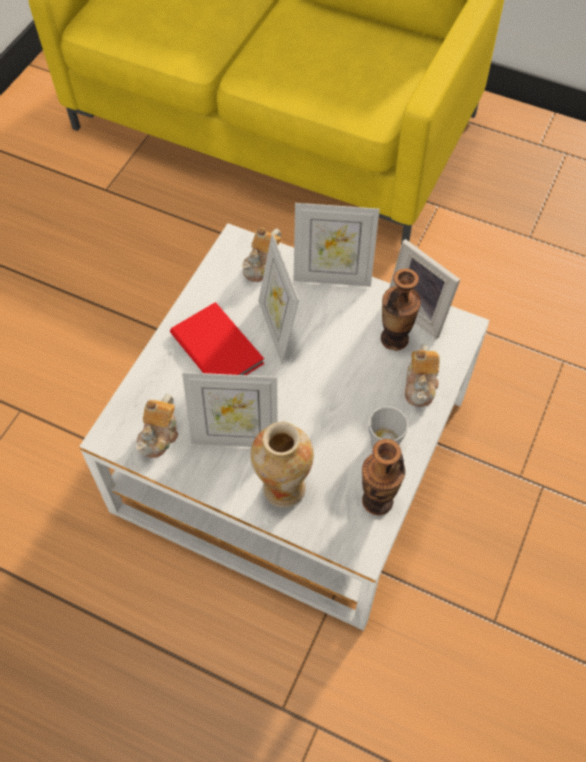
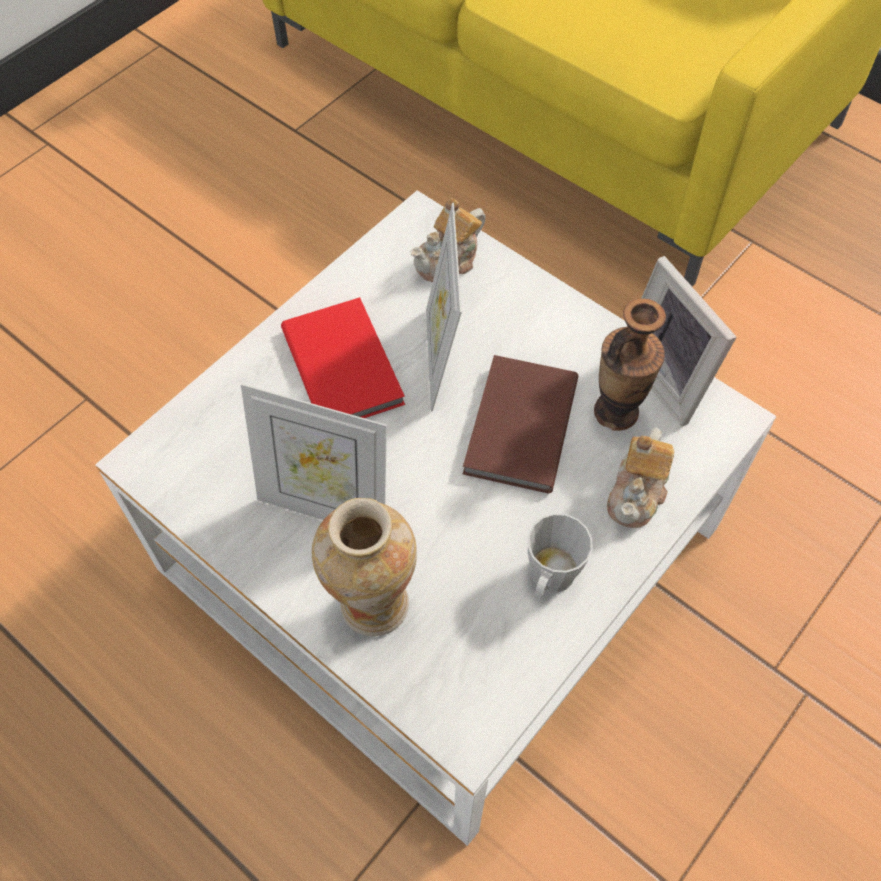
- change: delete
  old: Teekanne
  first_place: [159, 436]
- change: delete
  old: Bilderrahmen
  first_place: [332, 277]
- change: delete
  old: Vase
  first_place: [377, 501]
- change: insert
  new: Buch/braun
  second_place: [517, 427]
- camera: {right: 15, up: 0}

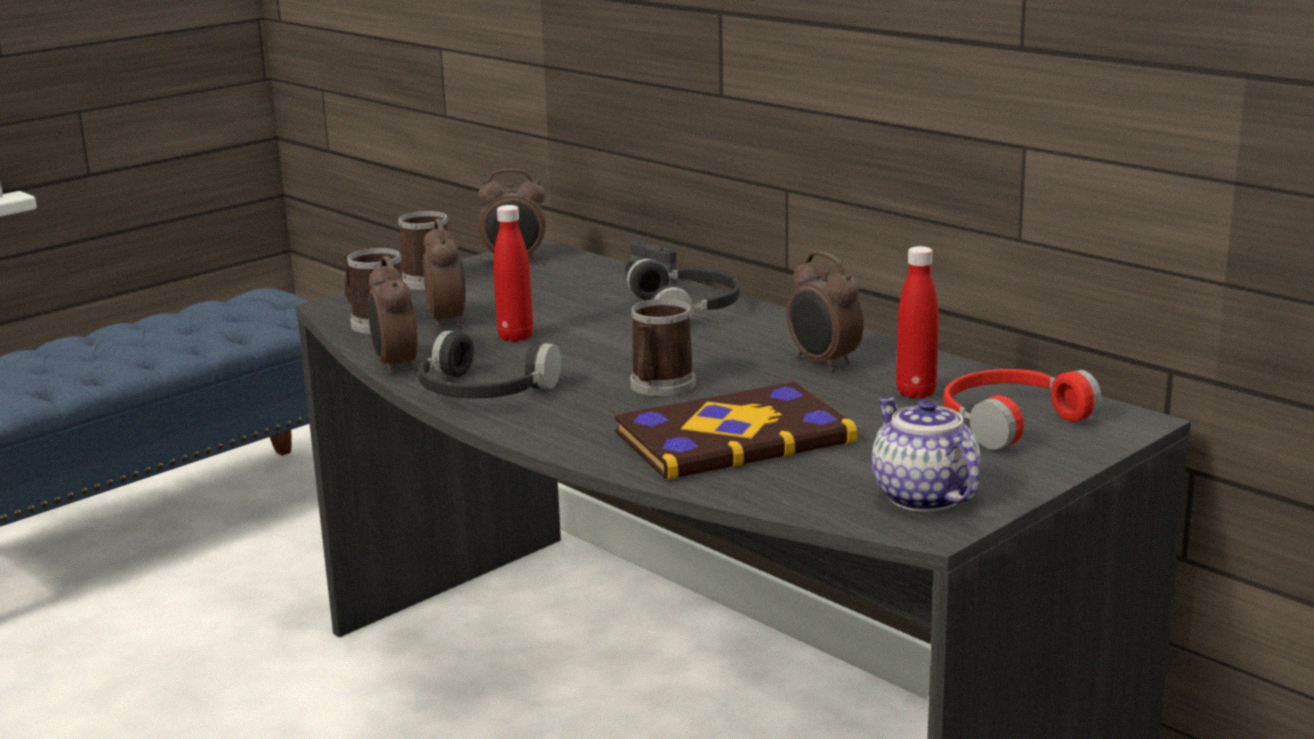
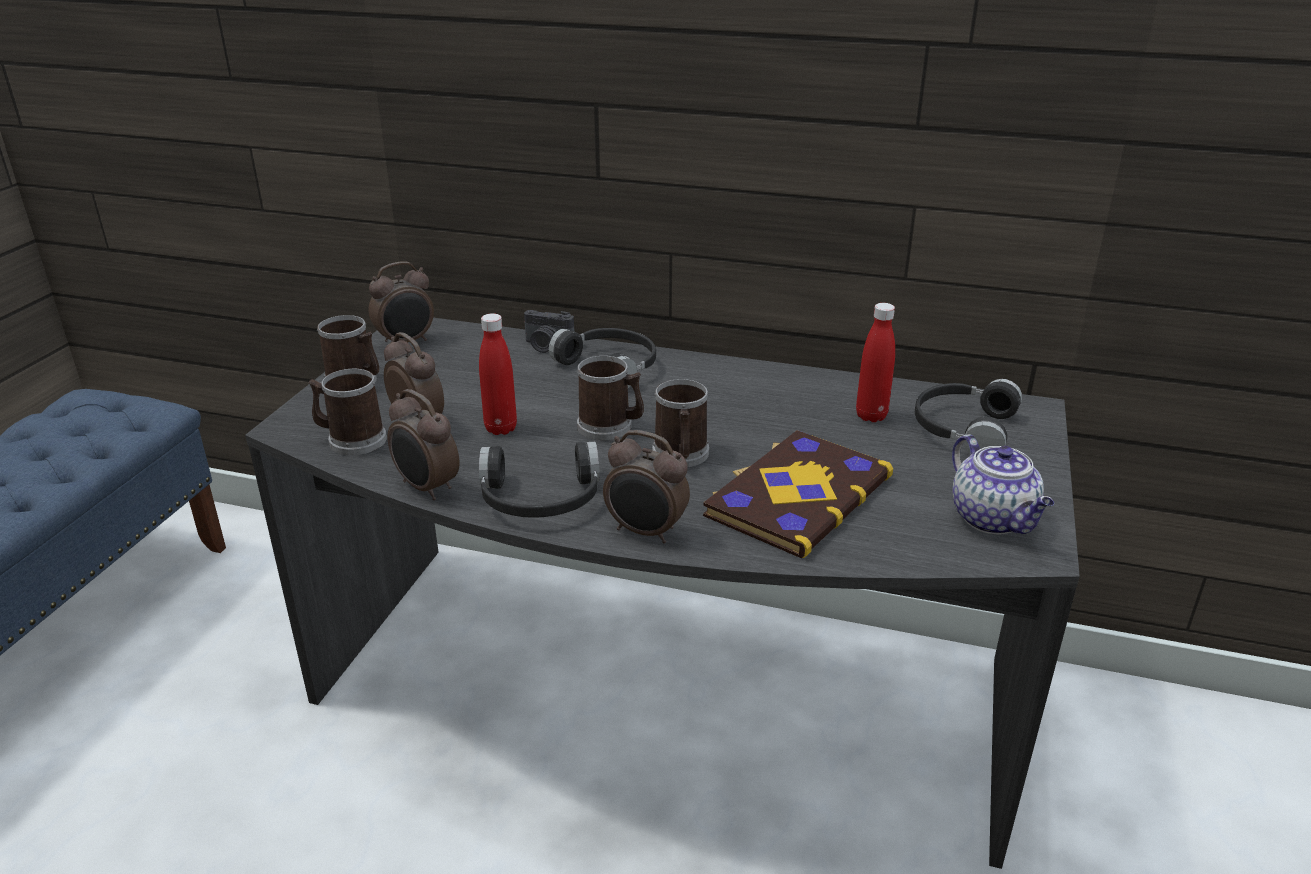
- change: move
  old: Wecker
  first_place: [822, 363]
  second_place: [646, 532]
- change: rotate
  old: Teekanne
  first_place: [921, 496]
  second_place: [994, 519]
  degrees: -150
- change: recolor
  old: Kopfhörer/rot
  new: Kopfhörer/schwarz
  first_place: [1008, 421]
  second_place: [961, 428]
- change: insert
  new: Henkelbecher
  second_place: [610, 427]
- camera: {right: -30, up: 10}

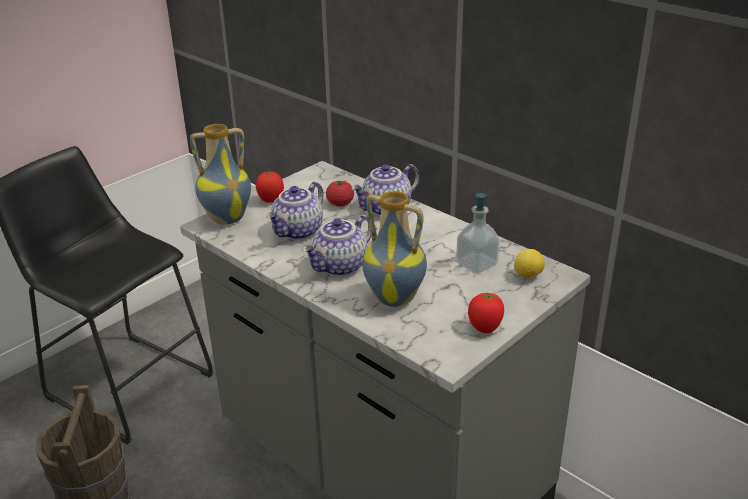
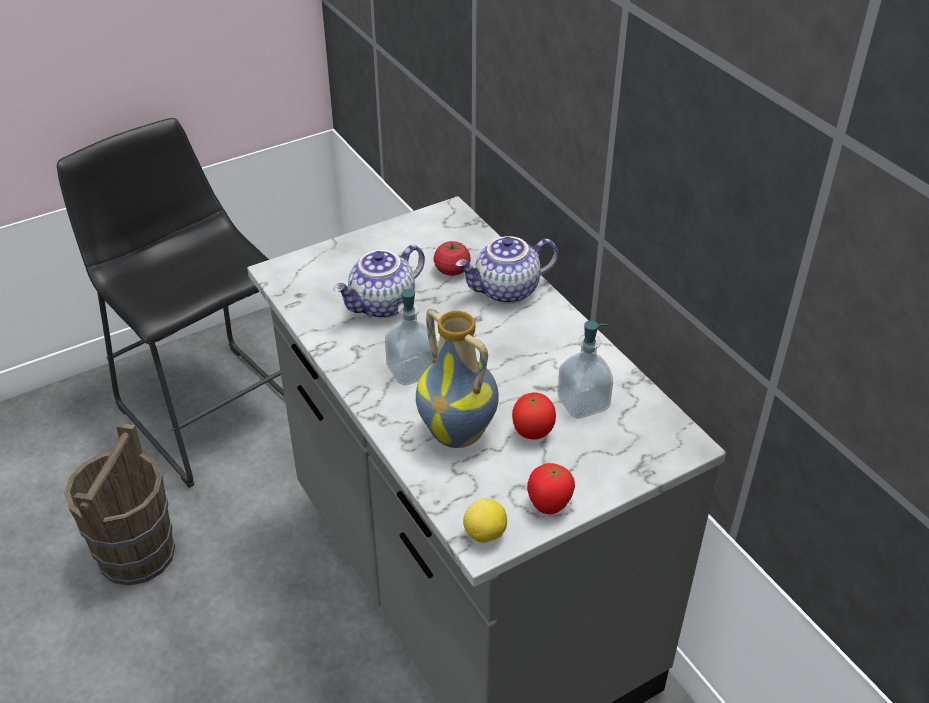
- change: delete
  old: Vase
  first_place: [227, 218]
- change: move
  old: Tomate
  first_place: [270, 201]
  second_place: [532, 433]
- change: replace
  old: Teekanne
  new: Seifenspender
  first_place: [340, 267]
  second_place: [411, 371]
- change: move
  old: Zitrone
  first_place: [528, 276]
  second_place: [485, 534]
- camera: {right: 15, up: 10}

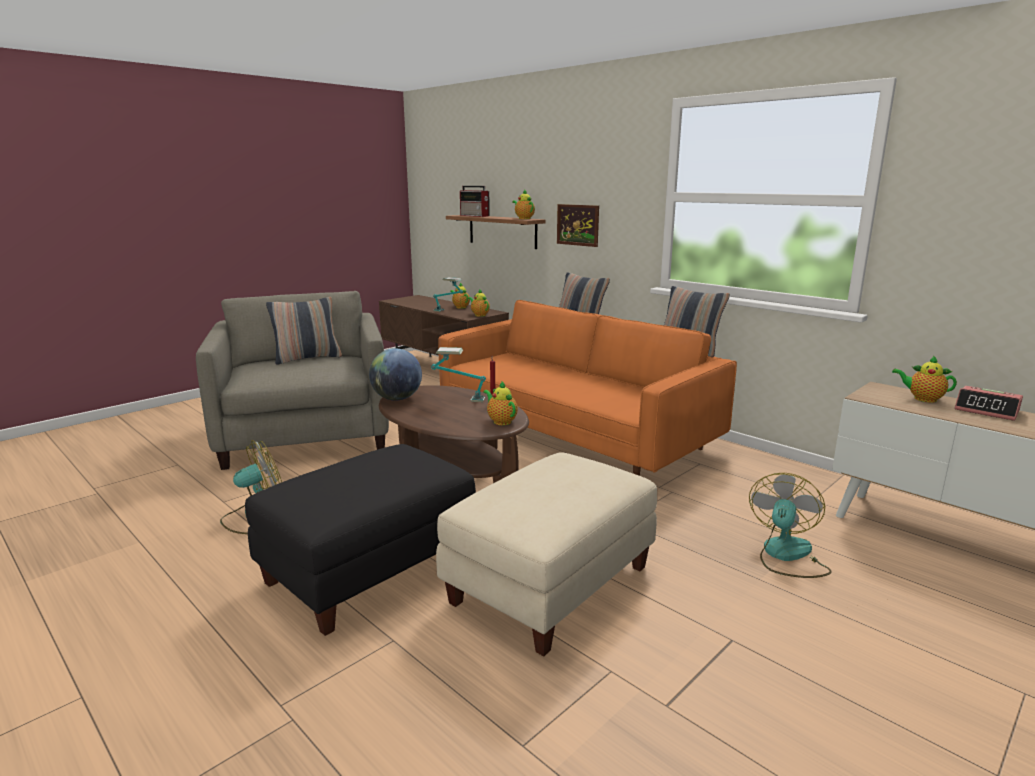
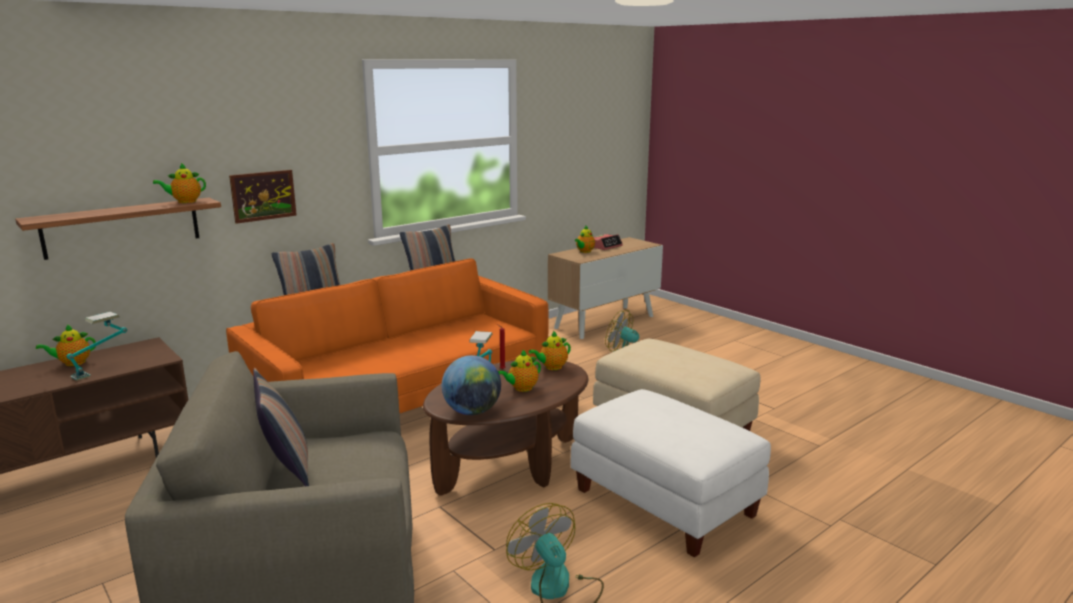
- change: recolor
  old: Polsterhocker/schwarz
  new: Polsterhocker/weiß
  first_place: [370, 571]
  second_place: [666, 502]
- change: delete
  old: Radio
  first_place: [475, 216]
- change: move
  old: Teekanne
  first_place: [479, 315]
  second_place: [521, 388]
- camera: {right: -85, up: 0}

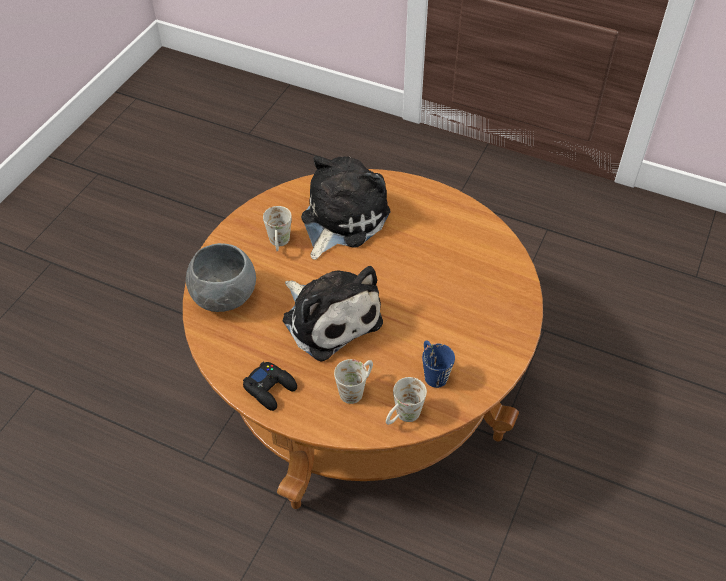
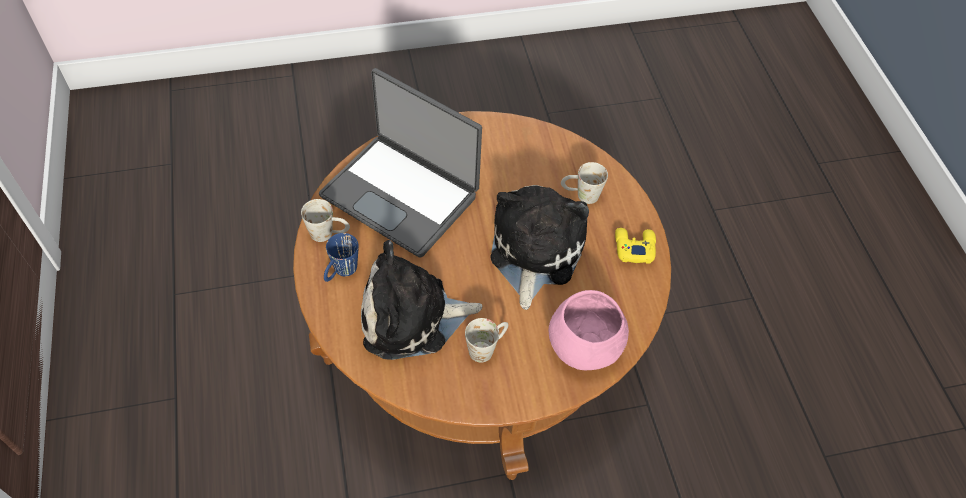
- change: recolor
  old: Schüssel/grau
  new: Schüssel/rosa
  first_place: [223, 296]
  second_place: [585, 347]
- change: recolor
  old: Gamepad/schwarz
  new: Gamepad/gelb
  first_place: [270, 388]
  second_place: [634, 247]
- change: move
  old: Henkelbecher/weiß
  first_place: [402, 417]
  second_place: [328, 234]
- change: move
  old: Henkelbecher/blau
  first_place: [432, 372]
  second_place: [341, 273]
- change: insert
  new: Laptop
  second_place: [401, 194]
- camera: {right: -130, up: 5}

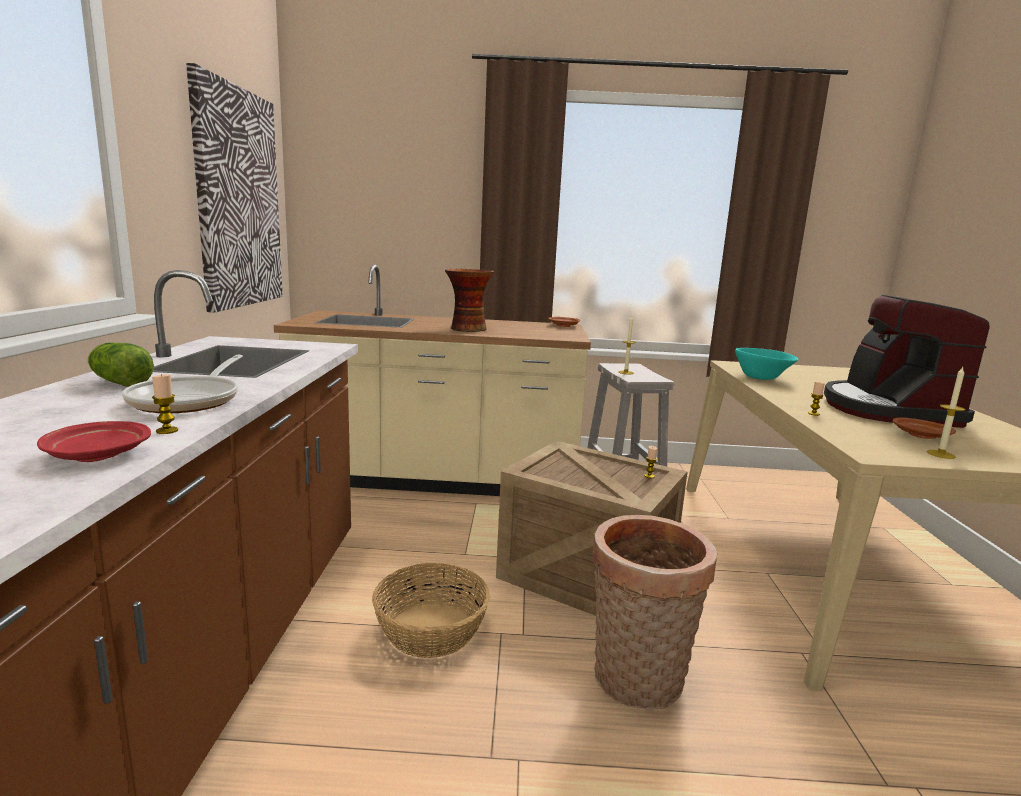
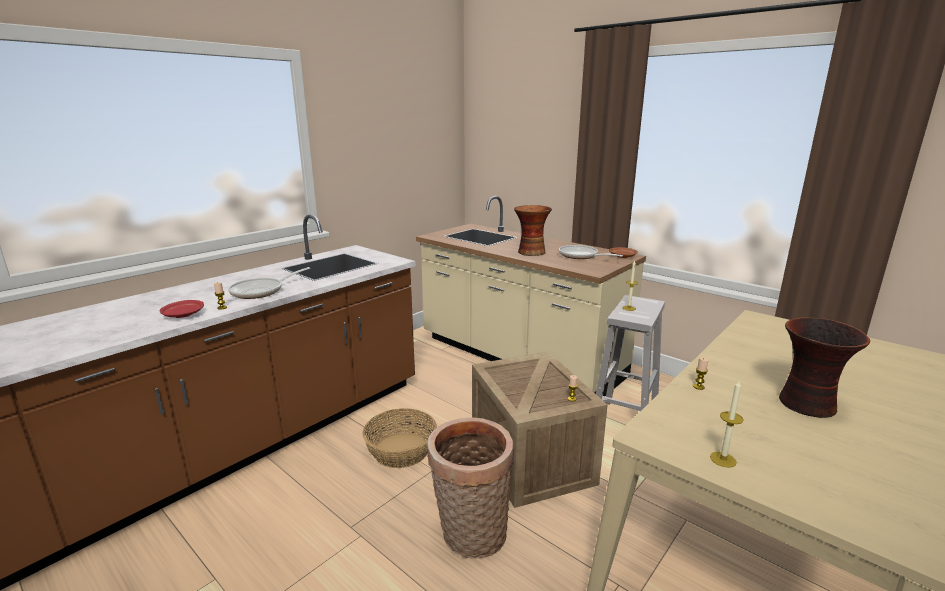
- change: delete
  old: Salatkopf
  first_place: [119, 382]
- change: delete
  old: Bild
  first_place: [238, 199]
- change: delete
  old: Schüssel/türkis
  first_place: [763, 379]
- change: replace
  old: Kaffeemaschine
  new: Vase
  first_place: [887, 409]
  second_place: [807, 405]
- change: delete
  old: Teller/braun
  first_place: [922, 436]
- change: insert
  new: Pfanne
  second_place: [581, 256]
- camera: {right: 40, up: 5}

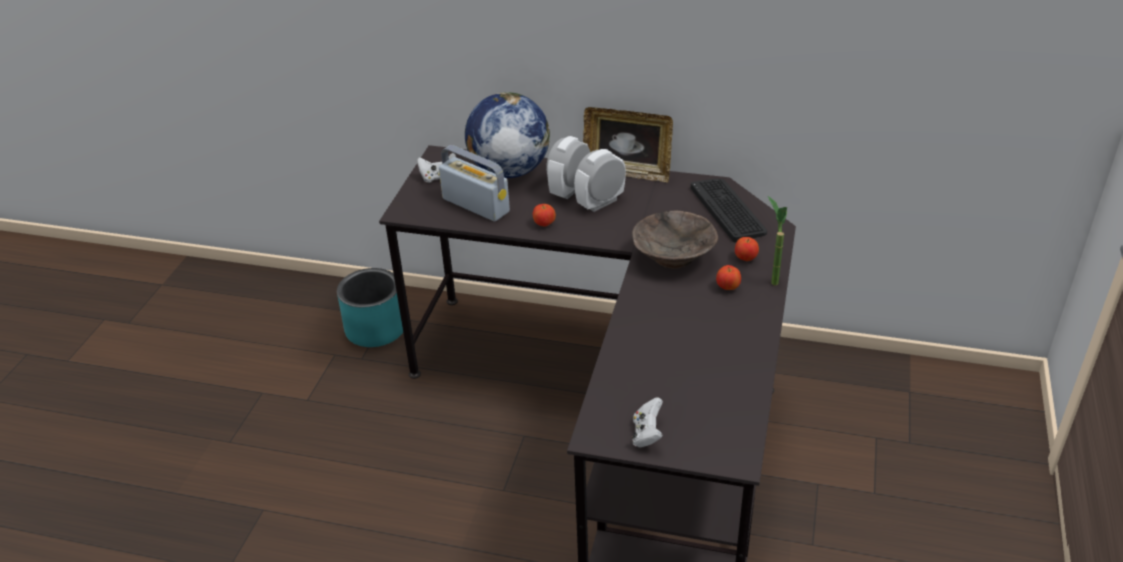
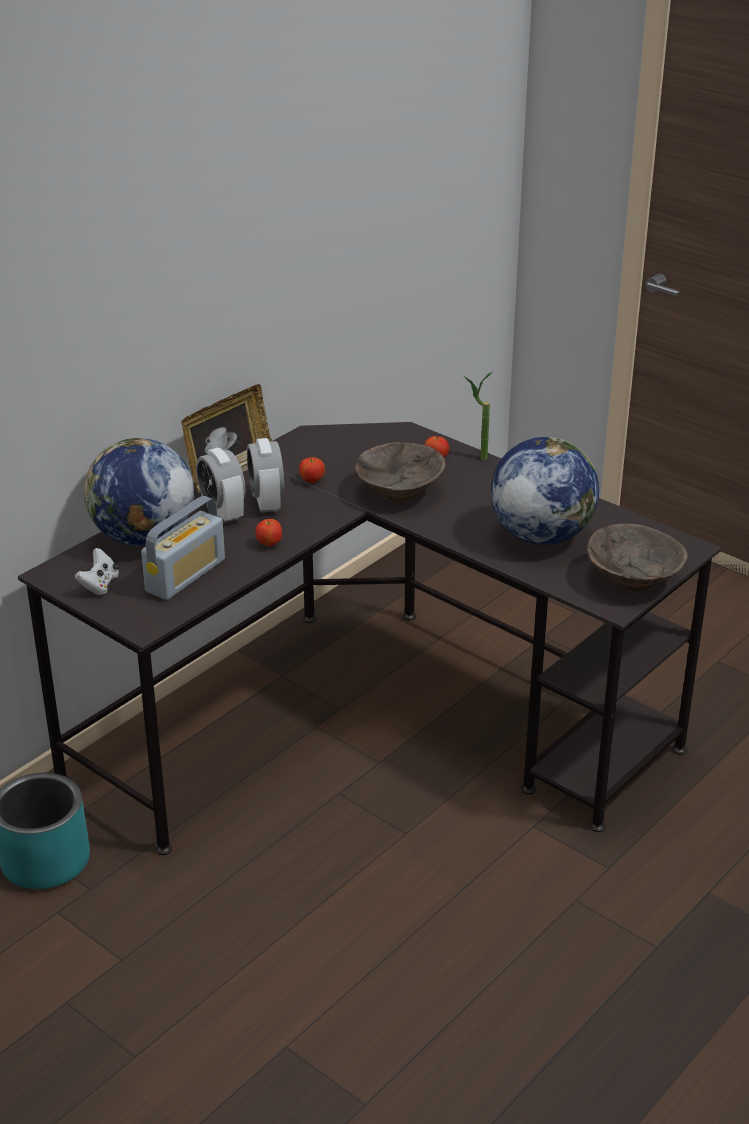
- change: rotate
  old: Radio
  first_place: [475, 205]
  second_place: [185, 575]
  degrees: 150
- change: replace
  old: Gamepad/weiß
  new: Schüssel/braun
  first_place: [647, 434]
  second_place: [632, 580]
- change: delete
  old: Tastatur
  first_place: [728, 210]
- change: move
  old: Apfel
  first_place: [728, 287]
  second_place: [312, 481]
- change: insert
  new: Globus
  second_place: [540, 535]
- camera: {right: -65, up: -5}

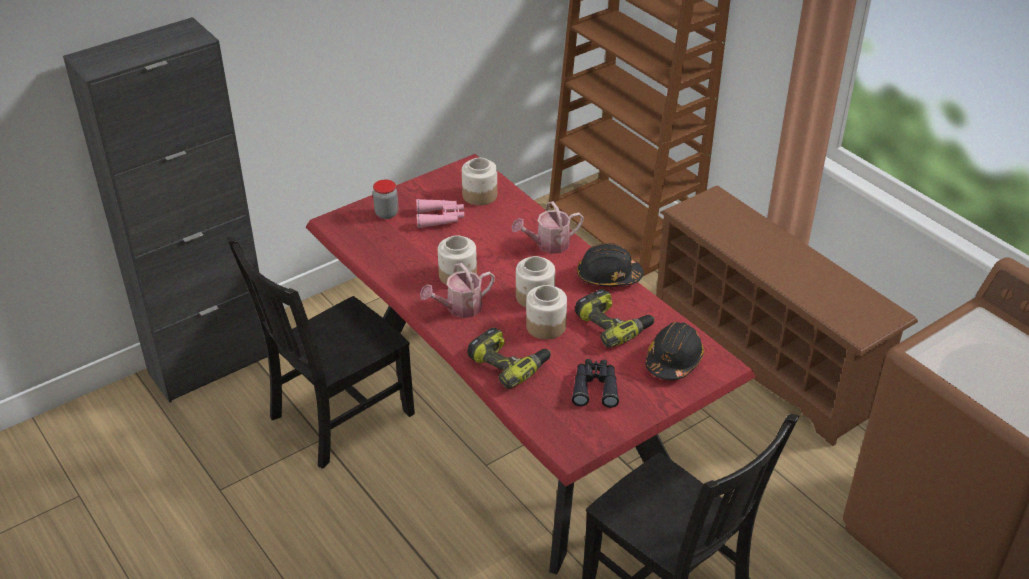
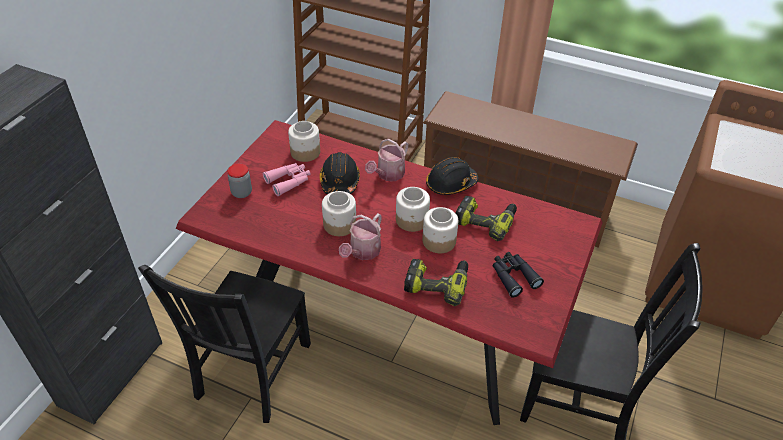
- change: move
  old: Schutzhelm/schwarz
  first_place: [673, 360]
  second_place: [339, 182]
- camera: {right: -30, up: 5}

